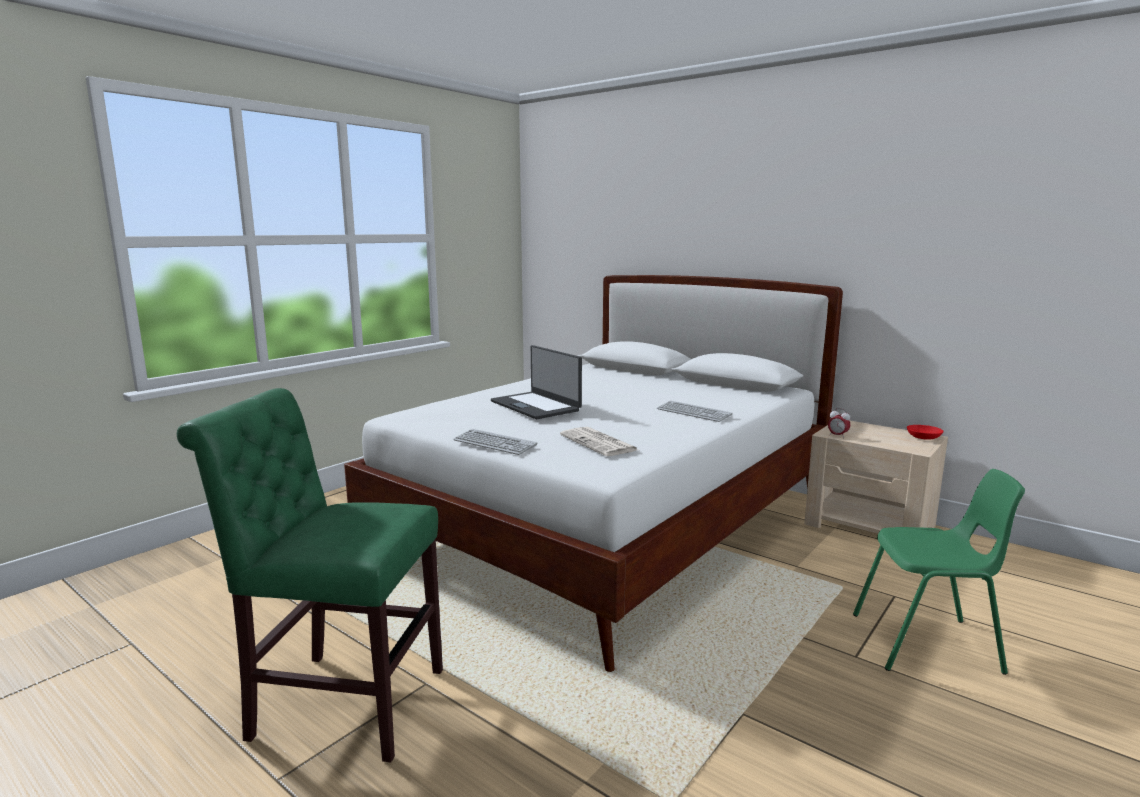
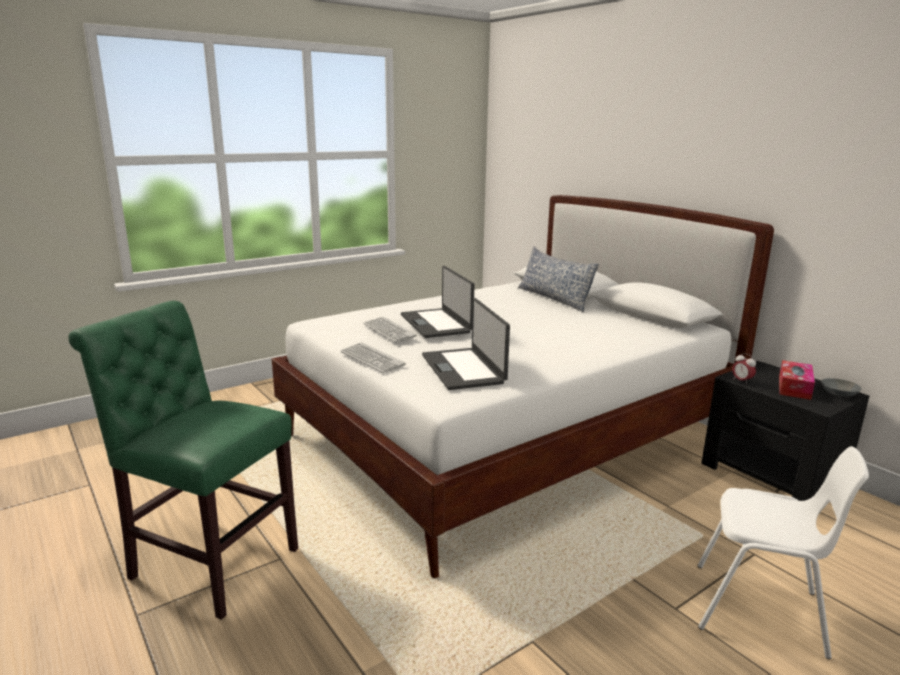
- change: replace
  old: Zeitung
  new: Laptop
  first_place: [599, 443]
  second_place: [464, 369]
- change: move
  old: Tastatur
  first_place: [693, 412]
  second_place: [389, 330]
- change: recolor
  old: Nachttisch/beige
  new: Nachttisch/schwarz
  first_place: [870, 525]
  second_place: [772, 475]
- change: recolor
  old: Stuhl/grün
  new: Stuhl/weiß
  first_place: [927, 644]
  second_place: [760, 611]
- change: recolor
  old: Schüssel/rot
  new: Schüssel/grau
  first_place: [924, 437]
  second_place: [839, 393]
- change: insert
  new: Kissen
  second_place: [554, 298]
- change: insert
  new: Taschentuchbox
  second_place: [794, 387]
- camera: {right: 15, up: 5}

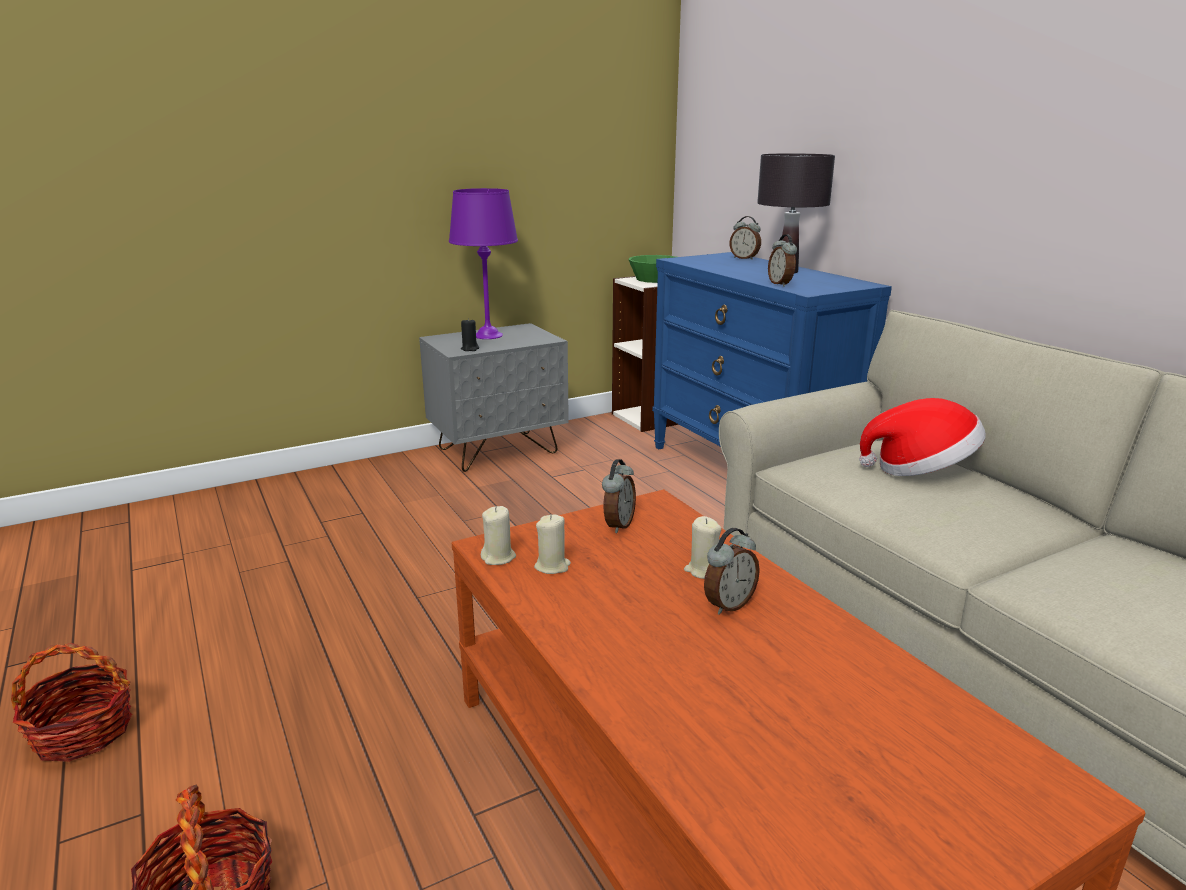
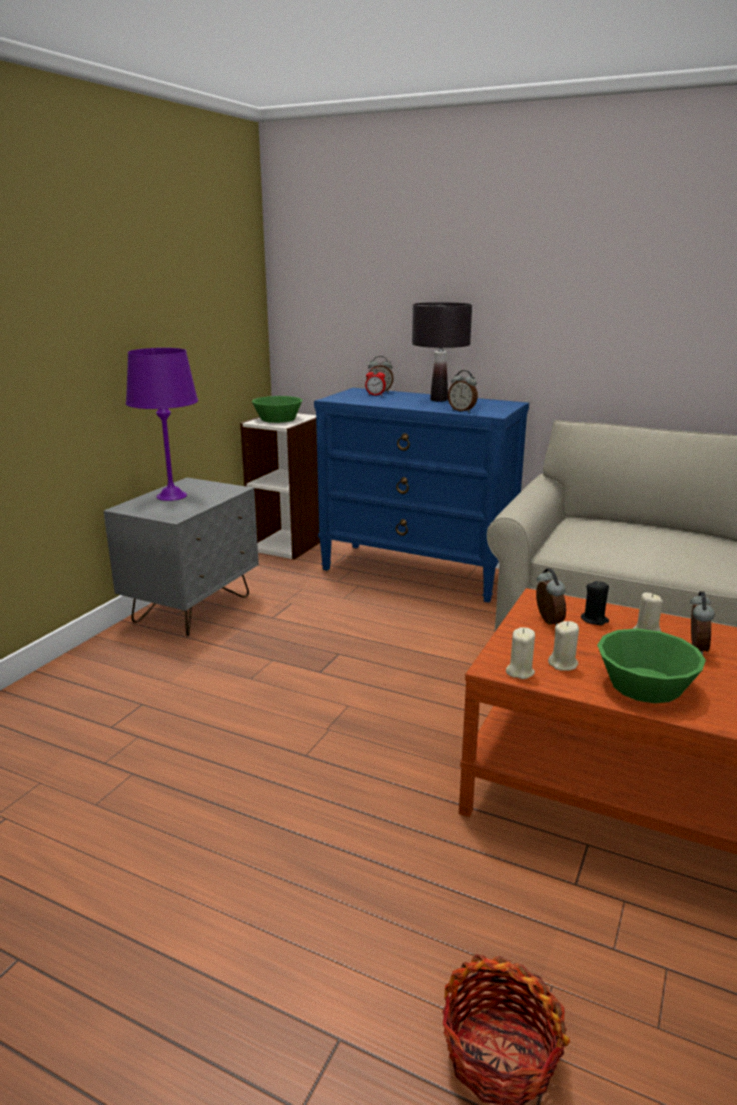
- change: delete
  old: Korb
  first_place: [83, 732]
- change: move
  old: Kerze/schwarz
  first_place: [470, 349]
  second_place: [594, 620]
- change: delete
  old: Hut
  first_place: [920, 470]
- change: insert
  new: Wecker
  second_place: [375, 395]
- change: insert
  new: Schüssel/grün
  second_place: [645, 685]
- camera: {right: -35, up: 0}

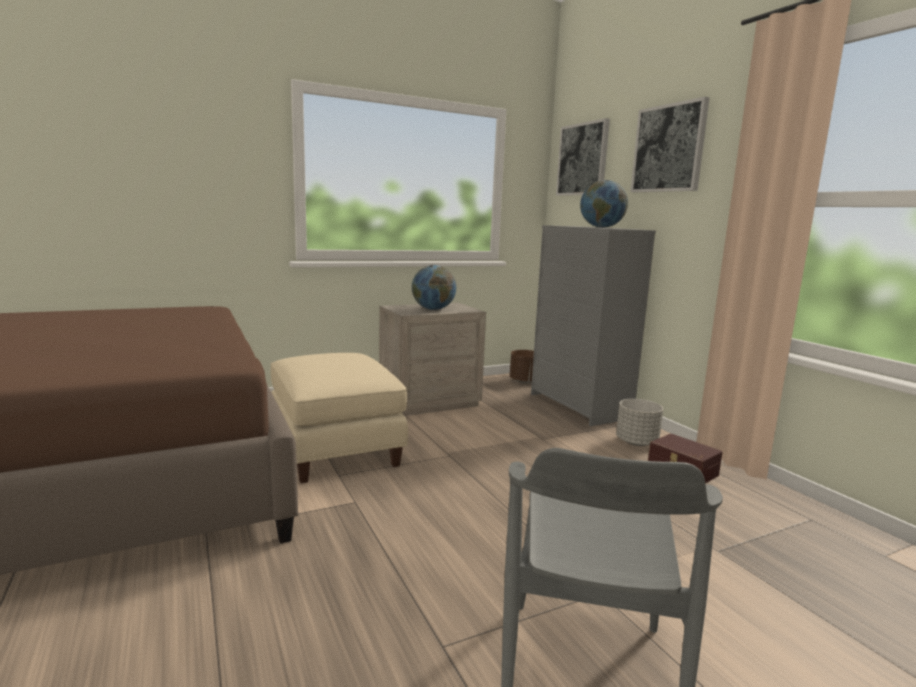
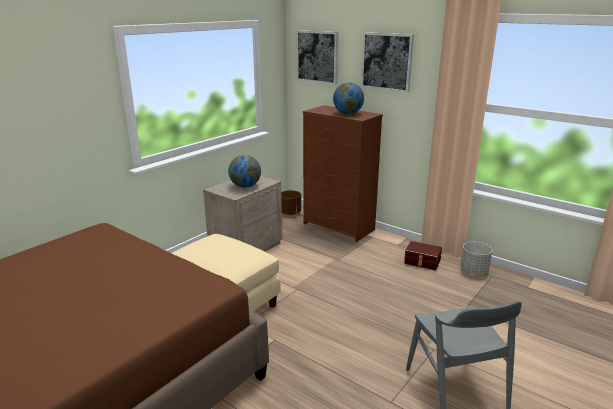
- change: recolor
  old: Kommode/grau
  new: Kommode/braun
  first_place: [579, 406]
  second_place: [339, 227]
- change: move
  old: Pflanzkübel/grau
  first_place: [636, 442]
  second_place: [474, 270]
- camera: {right: -25, up: 10}

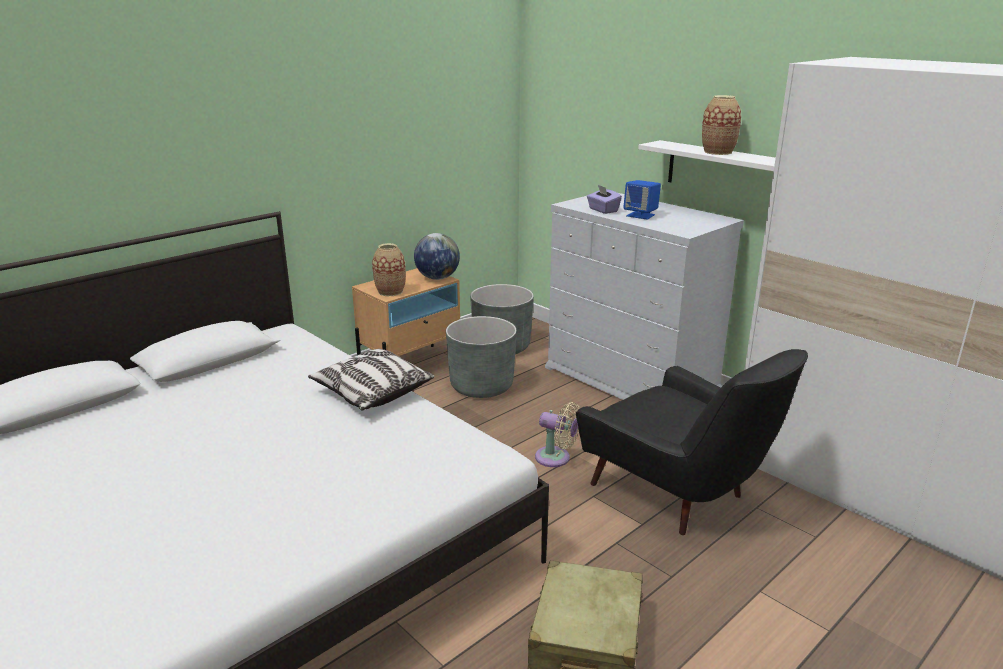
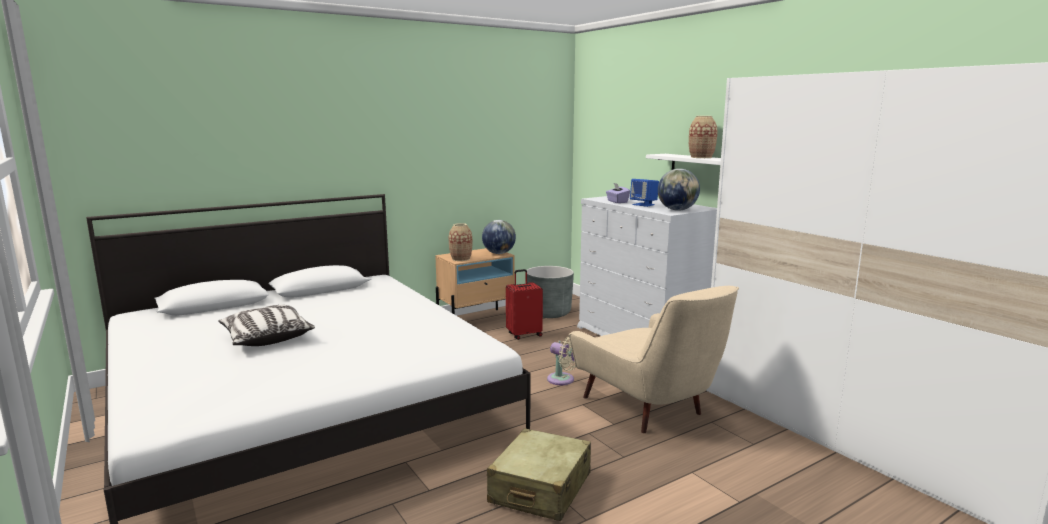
- change: move
  old: Kissen
  first_place: [372, 392]
  second_place: [266, 338]
- change: replace
  old: Pflanzkübel/grau
  new: Koffer/rot
  first_place: [481, 386]
  second_place: [524, 334]
- change: recolor
  old: Sessel/schwarz
  new: Sessel/beige
  first_place: [678, 495]
  second_place: [650, 409]
- change: insert
  new: Globus
  second_place: [677, 210]
- camera: {right: 10, up: -10}

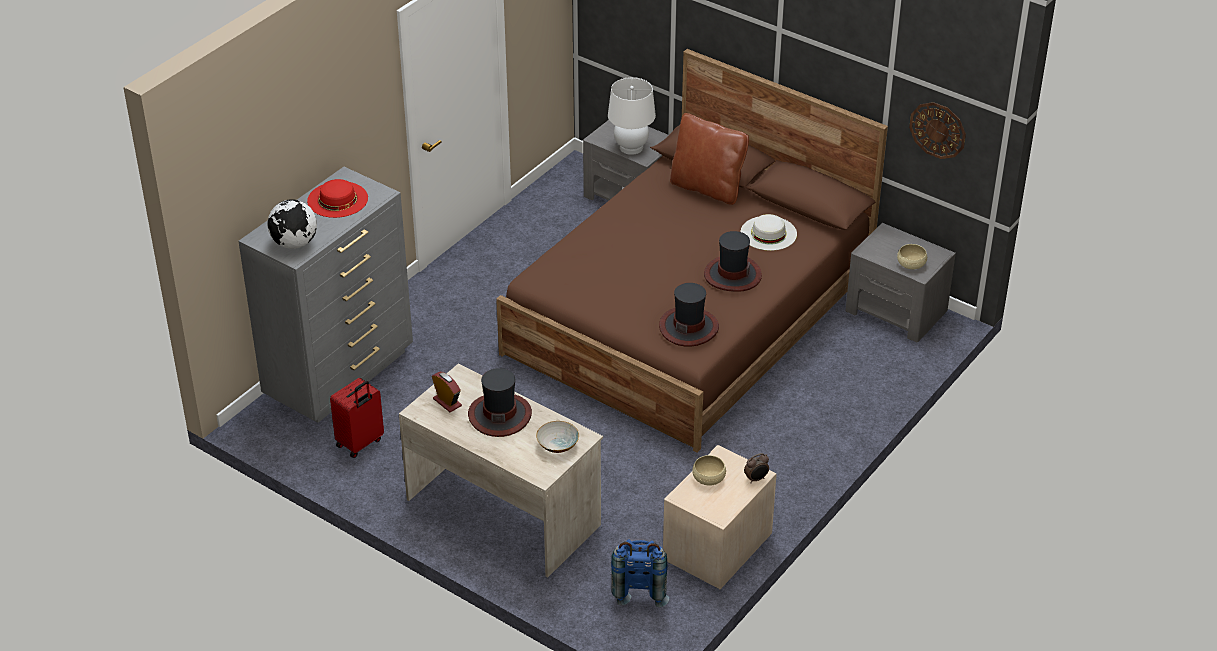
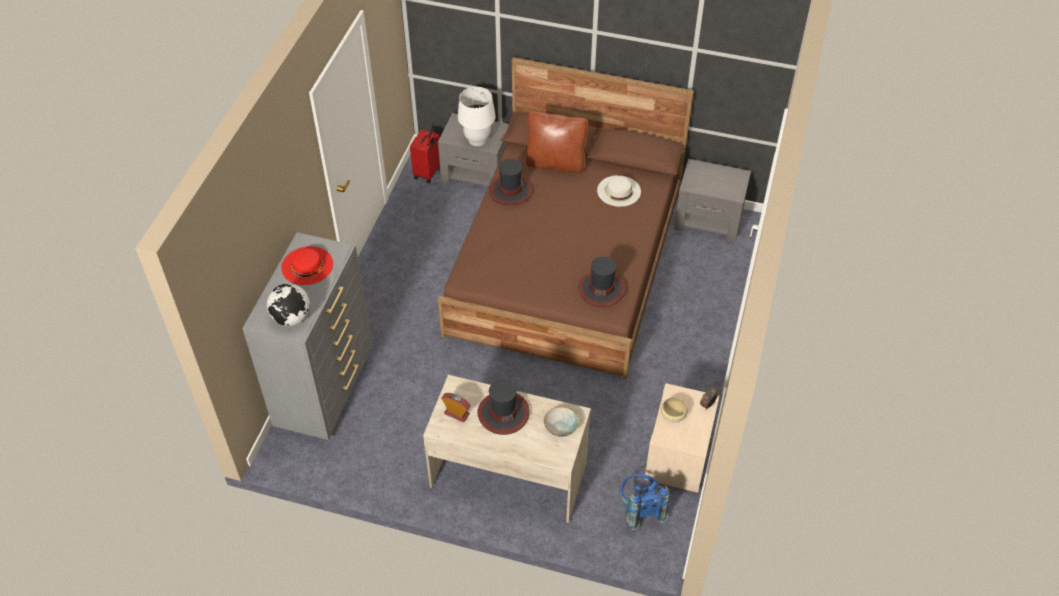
- change: move
  old: Koffer/rot
  first_place: [360, 443]
  second_place: [428, 173]
- change: move
  old: Hut
  first_place: [732, 275]
  second_place: [510, 191]
- change: delete
  old: Schüssel/beige
  first_place: [911, 263]
- change: delete
  old: Wanduhr
  first_place: [938, 130]
- camera: {right: -20, up: 10}

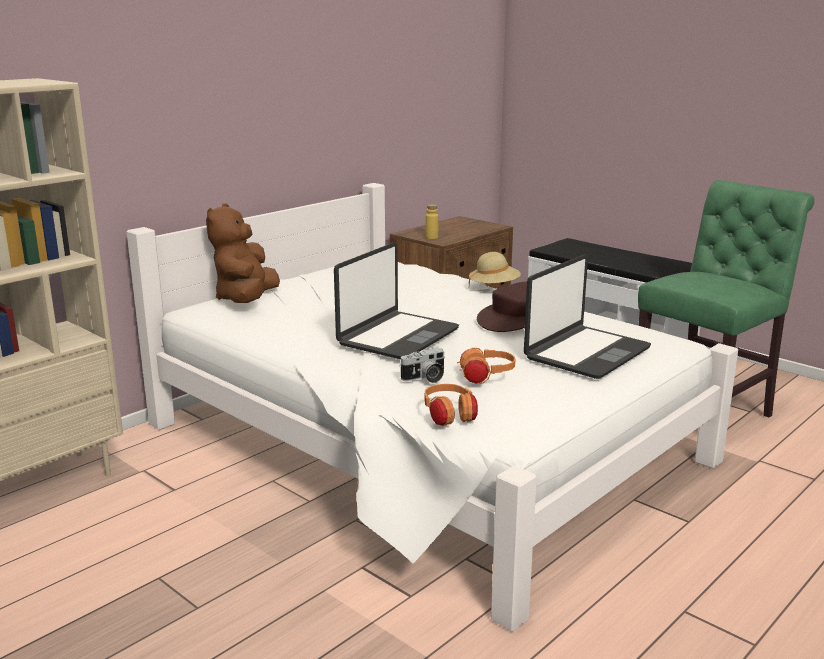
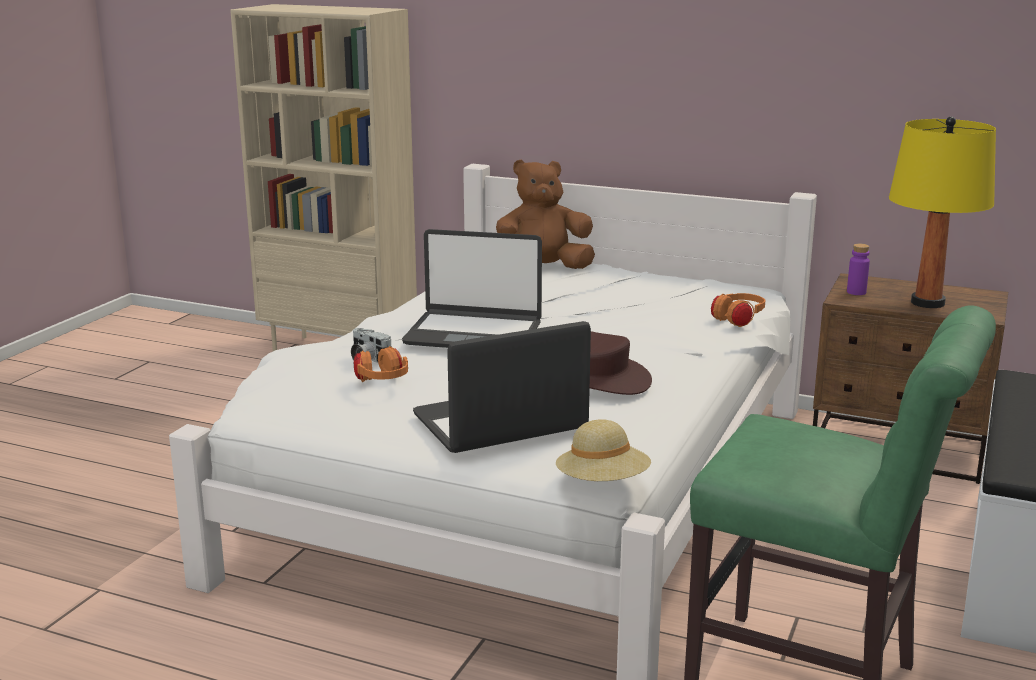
- change: move
  old: Kopfhörer/orange
  first_place: [449, 417]
  second_place: [738, 321]
- change: recolor
  old: Flasche/gelb
  new: Flasche/lila
  first_place: [431, 237]
  second_place: [856, 292]
- change: move
  old: Hut/beige
  first_place: [494, 287]
  second_place: [603, 483]
- change: rotate
  old: Laptop
  first_place: [586, 353]
  second_place: [500, 423]
  degrees: 135
- change: insert
  new: Tischlampe/gelb
  second_place: [927, 303]
- camera: {right: 70, up: 0}

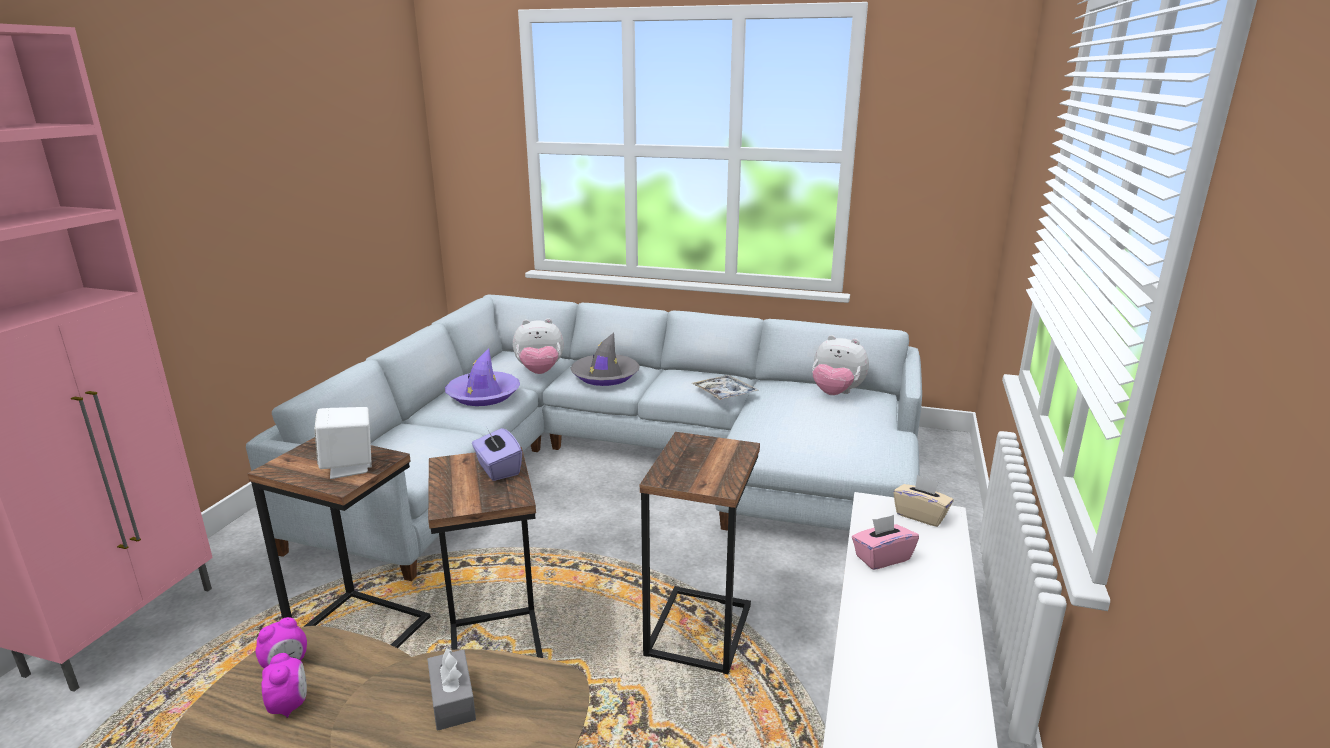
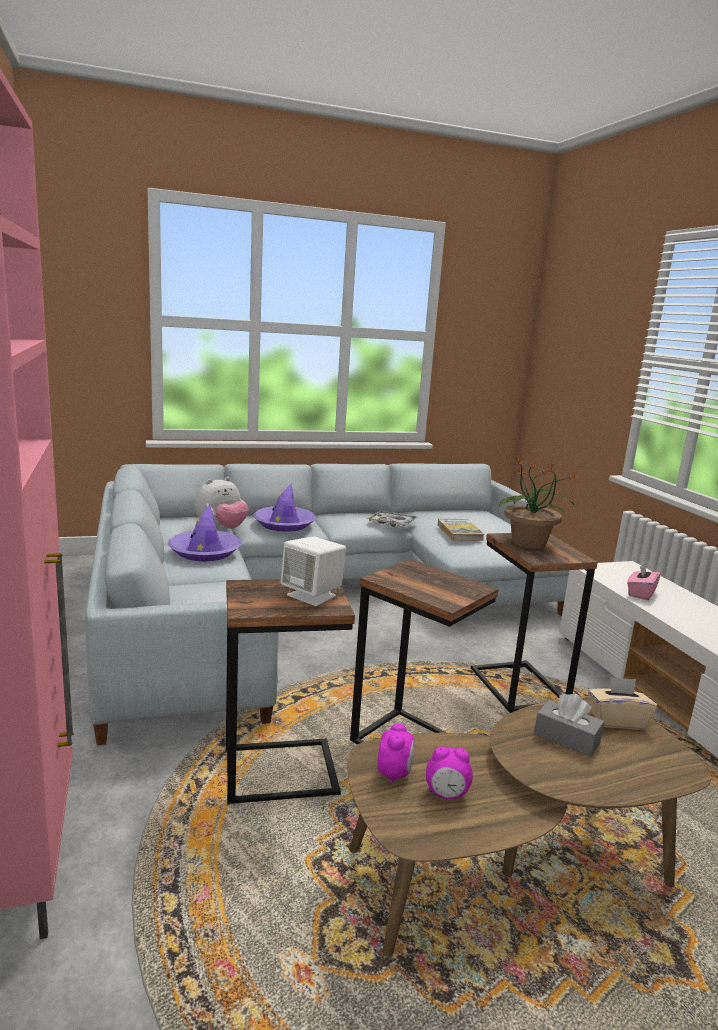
- change: rotate
  old: Wecker
  first_place: [289, 705]
  second_place: [446, 794]
  degrees: 150
- change: delete
  old: Taschentuchbox/lila
  first_place: [498, 469]
- change: recolor
  old: Hut/grau
  new: Hut/lila
  first_place: [605, 376]
  second_place: [284, 524]
- change: delete
  old: Plüschtier
  first_place: [836, 393]
- change: move
  old: Taschentuchbox/beige
  first_place: [921, 515]
  second_place: [616, 720]
- change: insert
  new: Buch
  second_place: [459, 532]
- change: insert
  new: Topfpflanze
  second_place: [529, 543]
- camera: {right: -35, up: -5}

